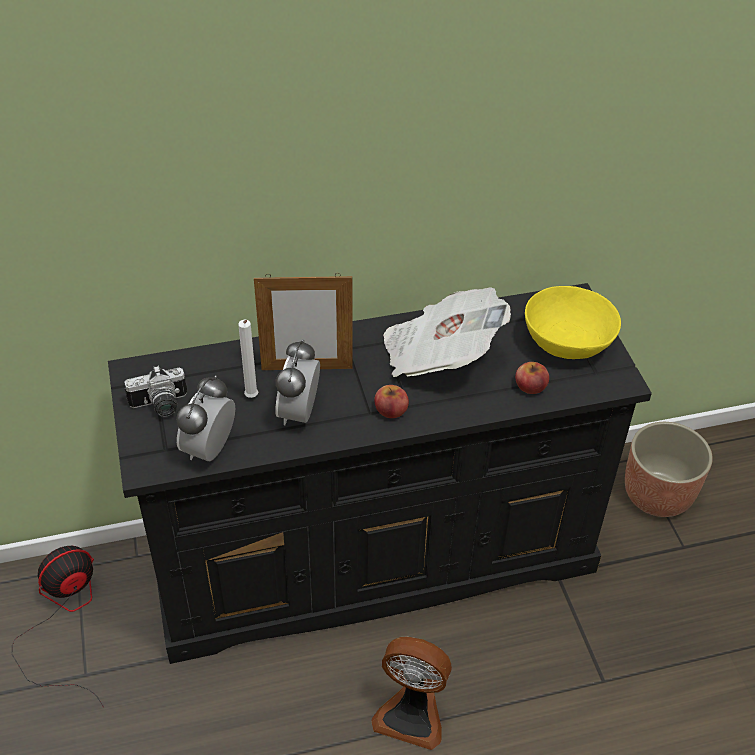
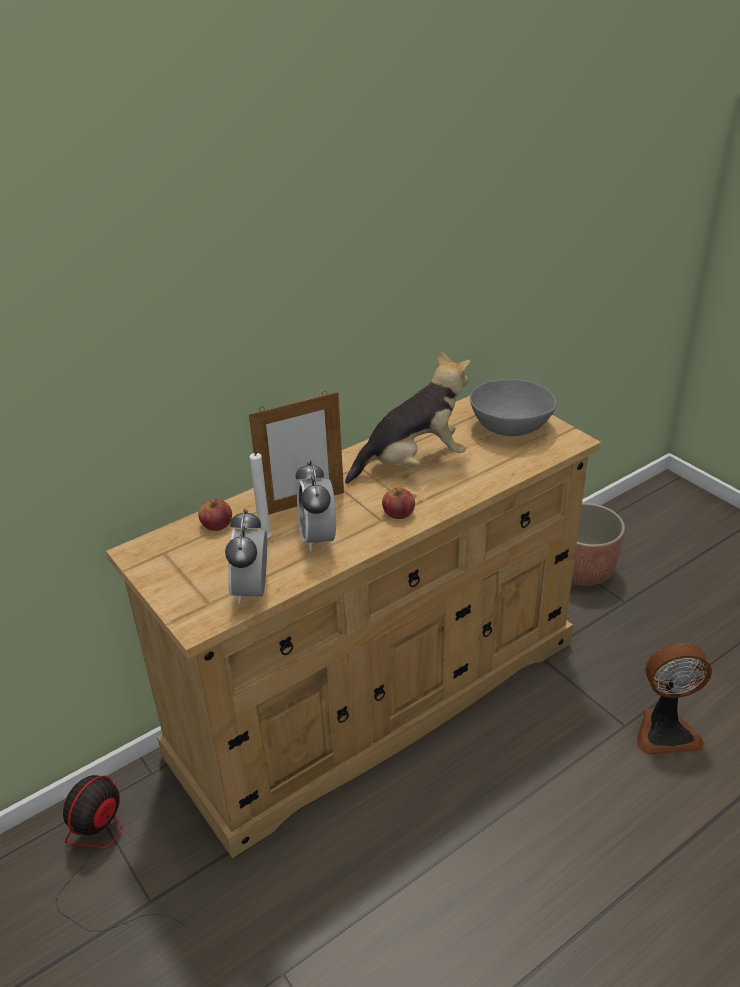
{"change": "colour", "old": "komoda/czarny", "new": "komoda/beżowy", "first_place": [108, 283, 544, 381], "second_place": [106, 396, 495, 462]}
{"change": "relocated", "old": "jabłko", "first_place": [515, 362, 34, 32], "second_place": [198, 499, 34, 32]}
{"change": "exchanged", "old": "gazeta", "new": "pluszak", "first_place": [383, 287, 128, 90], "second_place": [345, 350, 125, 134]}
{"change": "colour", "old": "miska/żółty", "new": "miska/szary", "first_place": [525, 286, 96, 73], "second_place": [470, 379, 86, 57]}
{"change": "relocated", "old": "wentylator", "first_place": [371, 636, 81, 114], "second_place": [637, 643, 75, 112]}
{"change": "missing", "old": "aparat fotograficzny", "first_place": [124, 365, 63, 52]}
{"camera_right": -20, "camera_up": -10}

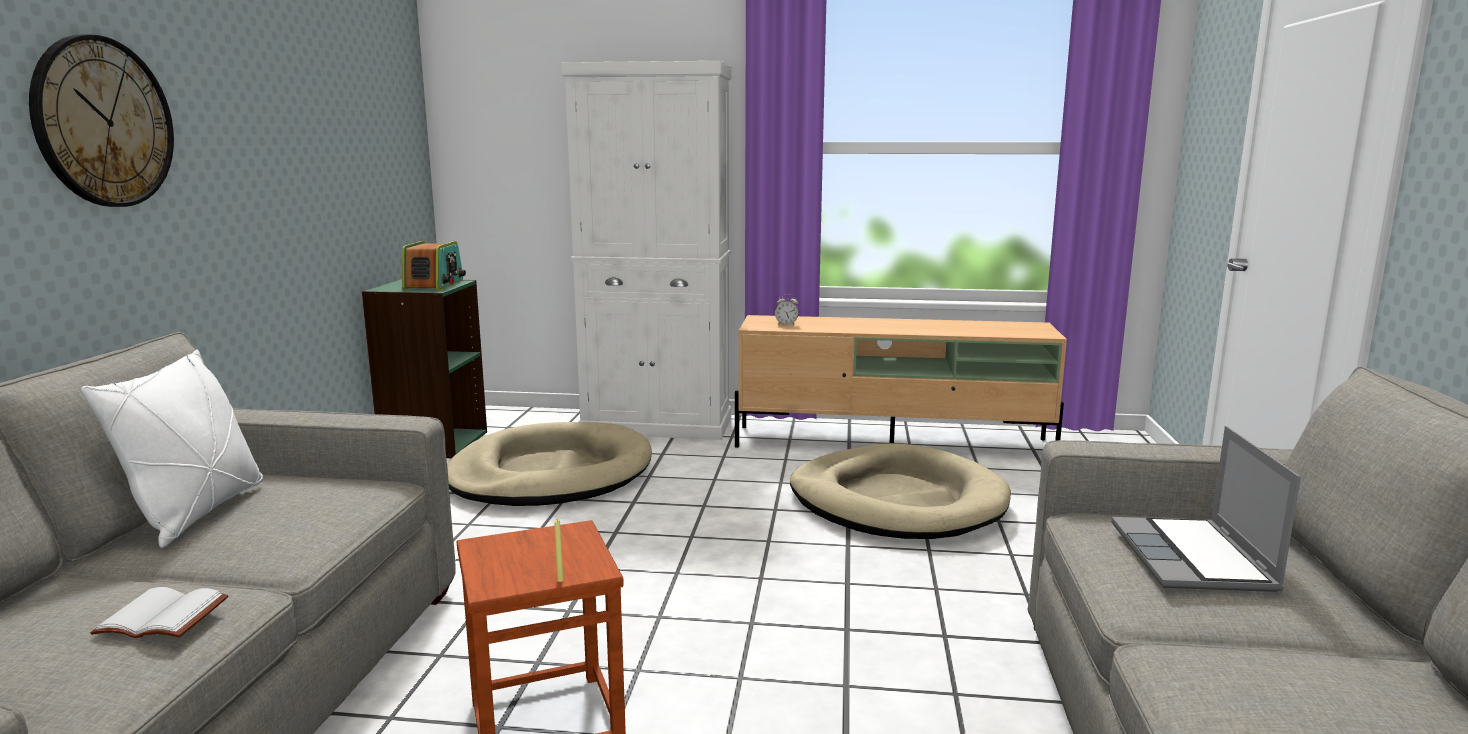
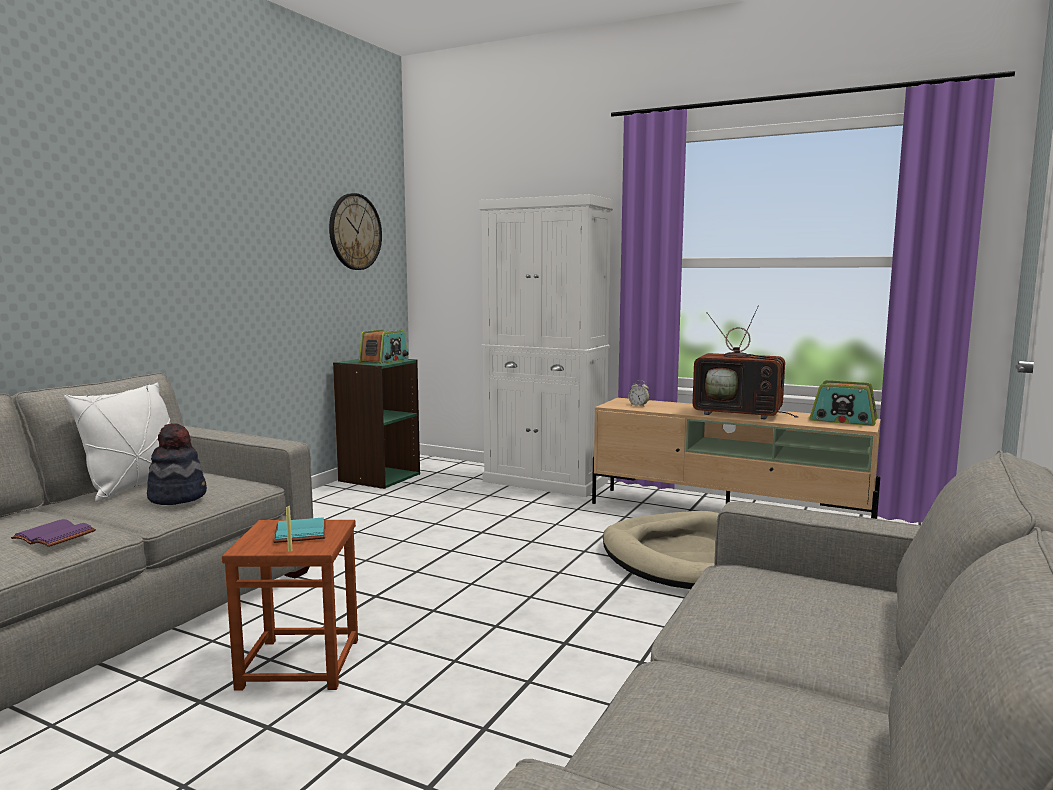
{"change": "colour", "old": "książka/biały", "new": "książka/fioletowy", "first_place": [90, 587, 139, 51], "second_place": [11, 519, 85, 28]}
{"change": "appeared", "new": "kapelusz", "second_place": [147, 423, 60, 82]}
{"change": "appeared", "new": "książka/turkusowy", "second_place": [274, 517, 52, 26]}
{"change": "relocated", "old": "zegar ścienny", "first_place": [29, 34, 145, 173], "second_place": [329, 193, 53, 77]}
{"change": "appeared", "new": "telewizor", "second_place": [692, 306, 106, 114]}
{"change": "appeared", "new": "radio", "second_place": [810, 380, 67, 46]}
{"change": "missing", "old": "legowisko/beżowy", "first_place": [447, 422, 205, 84]}
{"change": "missing", "old": "laptop", "first_place": [1111, 426, 190, 166]}
{"camera_right": 20, "camera_up": -5}

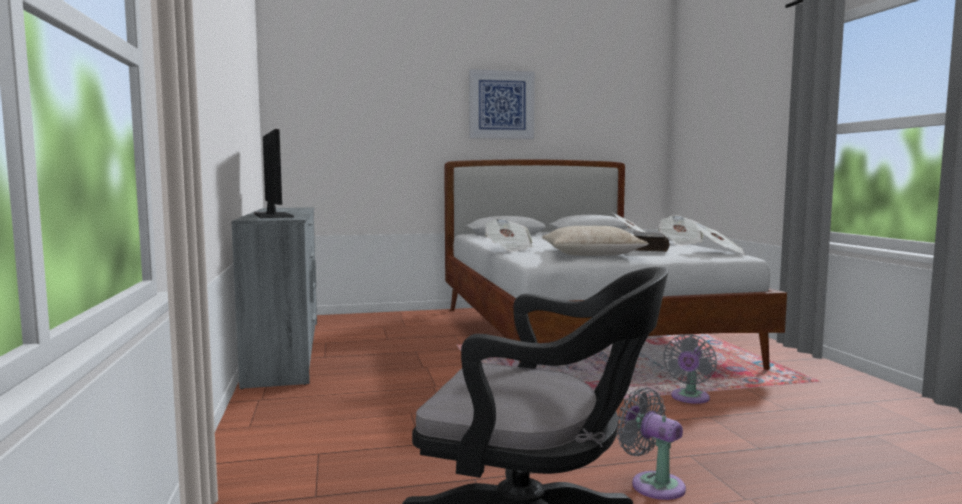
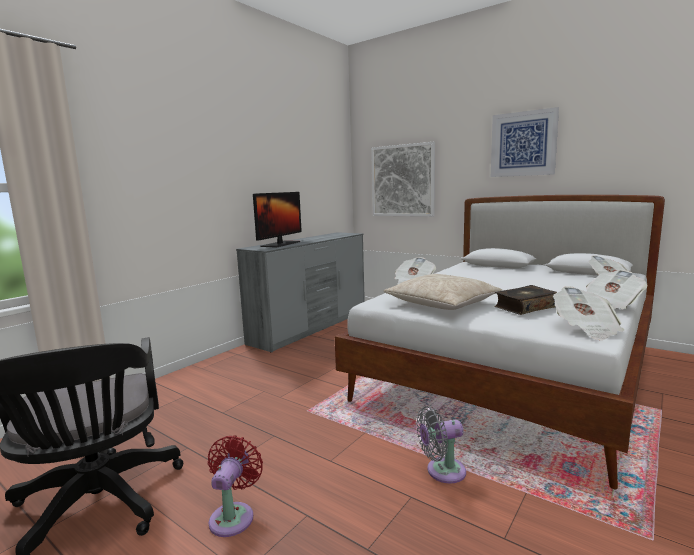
{"change": "colour", "old": "wentylator/szary", "new": "wentylator/czerwony", "first_place": [616, 388, 70, 112], "second_place": [207, 435, 56, 102]}
{"change": "appeared", "new": "obraz", "second_place": [371, 142, 64, 75]}
{"camera_right": 50, "camera_up": 5}

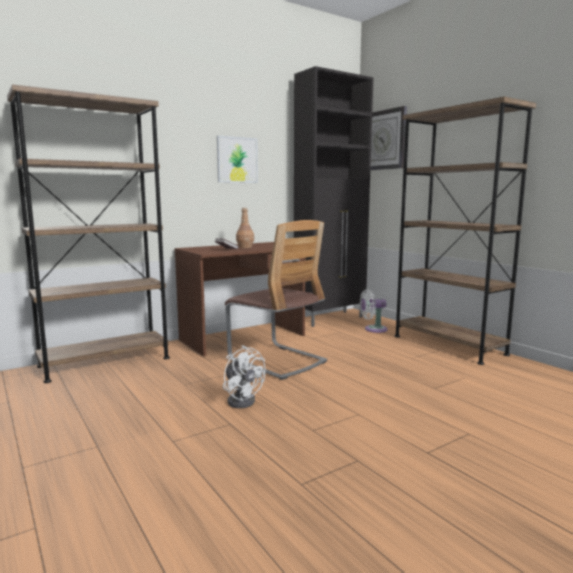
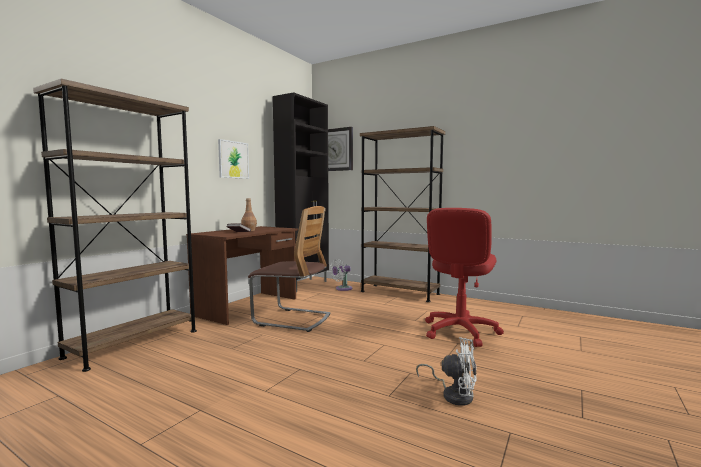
{"change": "relocated", "old": "wentylator/biały", "first_place": [223, 345, 43, 63], "second_place": [416, 337, 61, 69]}
{"change": "appeared", "new": "krzesło biurowe/czerwony", "second_place": [425, 208, 79, 139]}
{"camera_right": -25, "camera_up": -5}

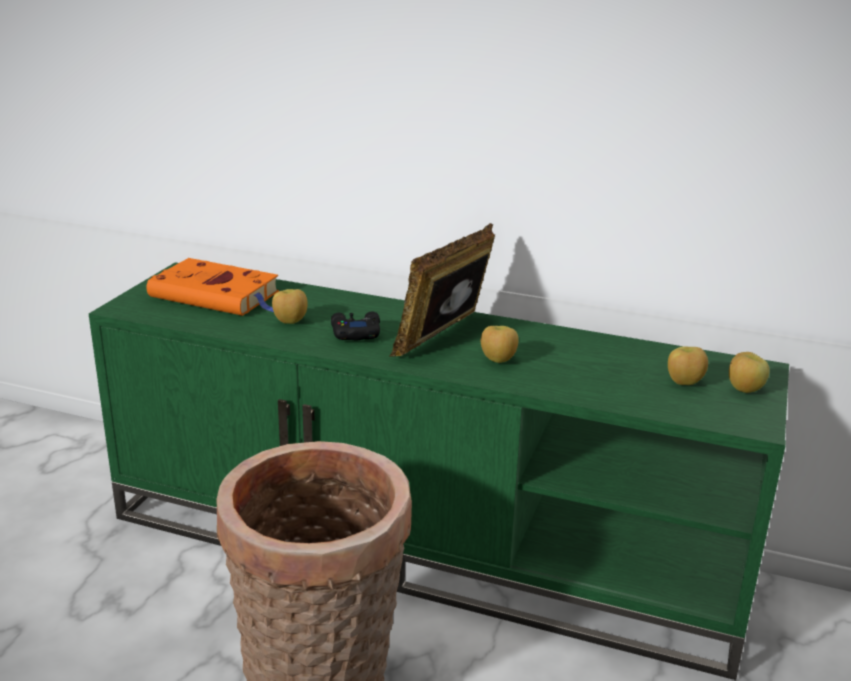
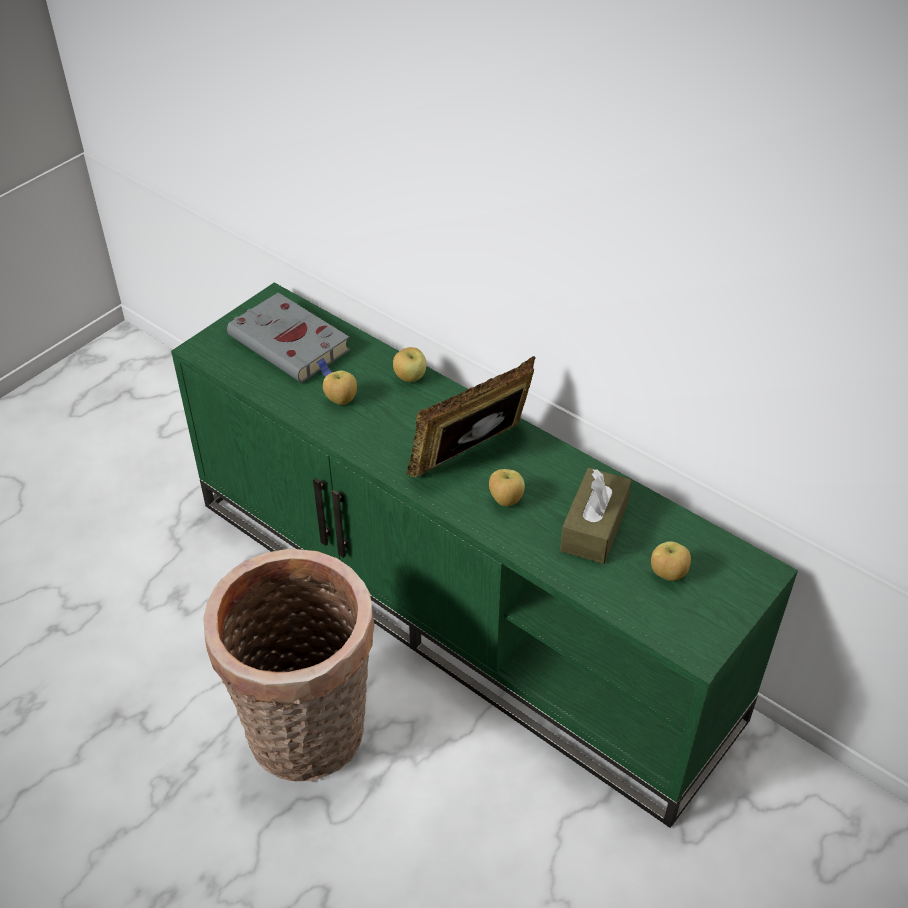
{"change": "colour", "old": "książka/pomarańczowy", "new": "książka/szary", "first_place": [147, 258, 132, 58], "second_place": [227, 293, 123, 90]}
{"change": "relocated", "old": "jabłko", "first_place": [729, 352, 41, 41], "second_place": [393, 347, 33, 35]}
{"change": "appeared", "new": "pudełko chusteczek/brązowy", "second_place": [560, 468, 72, 96]}
{"change": "missing", "old": "pad do gier/czarny", "first_place": [331, 312, 49, 28]}
{"camera_right": 20, "camera_up": 20}

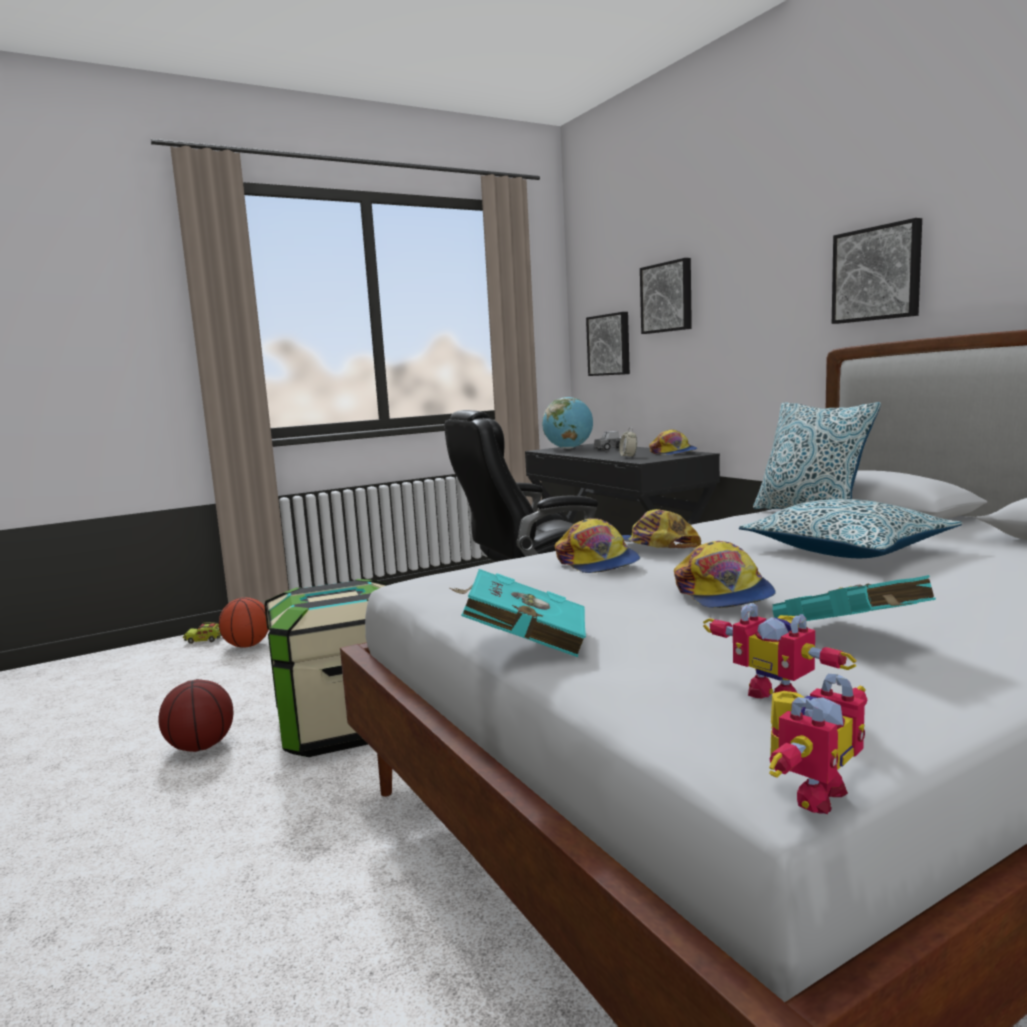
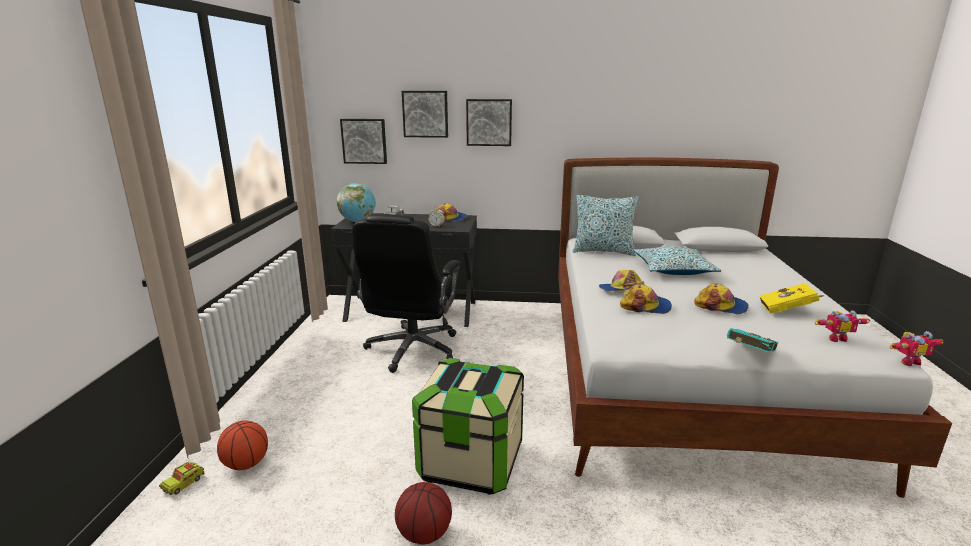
{"change": "relocated", "old": "obraz", "first_place": [832, 218, 90, 106], "second_place": [466, 99, 46, 47]}
{"change": "colour", "old": "książka/turkusowy", "new": "książka/żółty", "first_place": [772, 575, 164, 46], "second_place": [759, 283, 65, 31]}
{"change": "spun", "old": "robot zabawkowy", "first_place": [769, 674, 99, 140], "second_place": [889, 331, 55, 35], "degrees": 90}
{"camera_right": -55, "camera_up": 10}

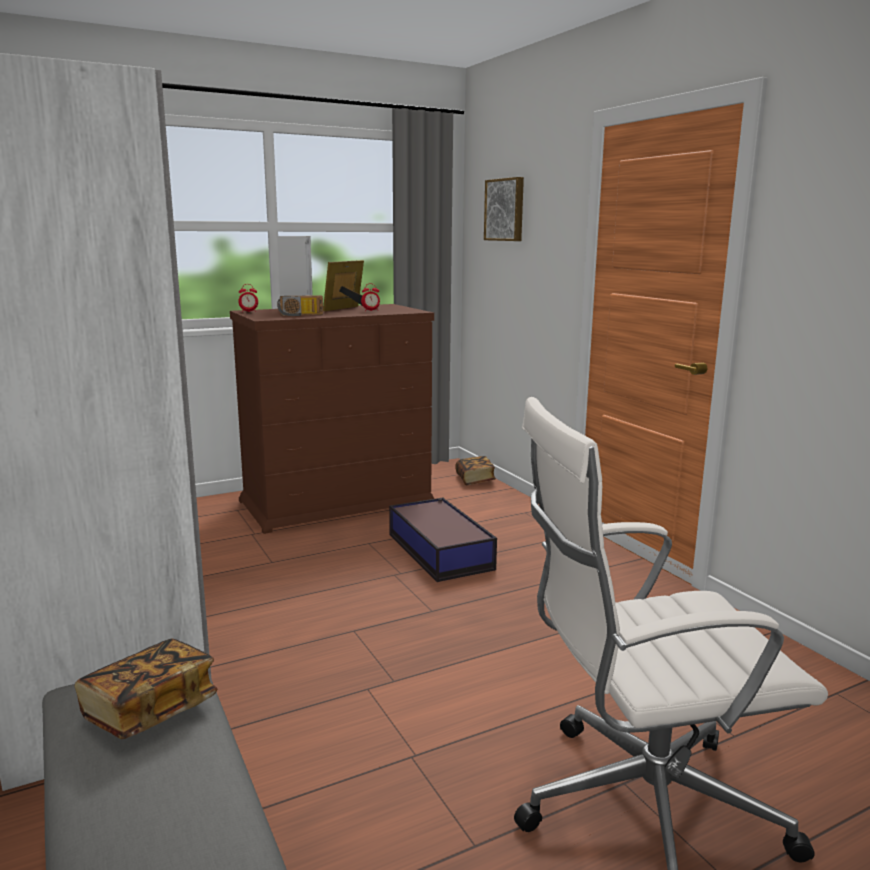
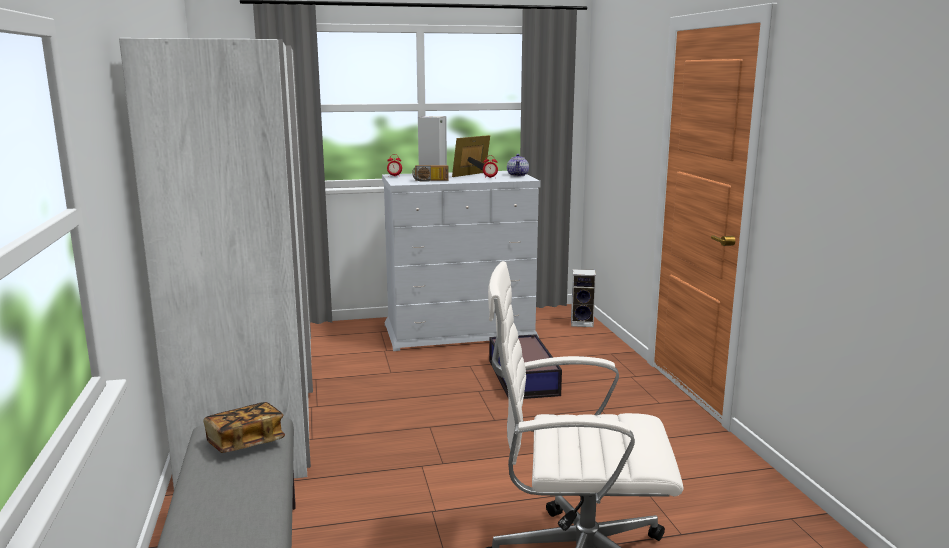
{"change": "colour", "old": "komoda/brązowy", "new": "komoda/biały", "first_place": [230, 304, 204, 230], "second_place": [382, 171, 159, 180]}
{"change": "appeared", "new": "imbryk", "second_place": [507, 154, 22, 22]}
{"change": "exchanged", "old": "książka", "new": "głośnik", "first_place": [455, 456, 41, 29], "second_place": [571, 269, 25, 58]}
{"change": "missing", "old": "obraz", "first_place": [484, 177, 40, 64]}
{"camera_right": 15, "camera_up": 0}

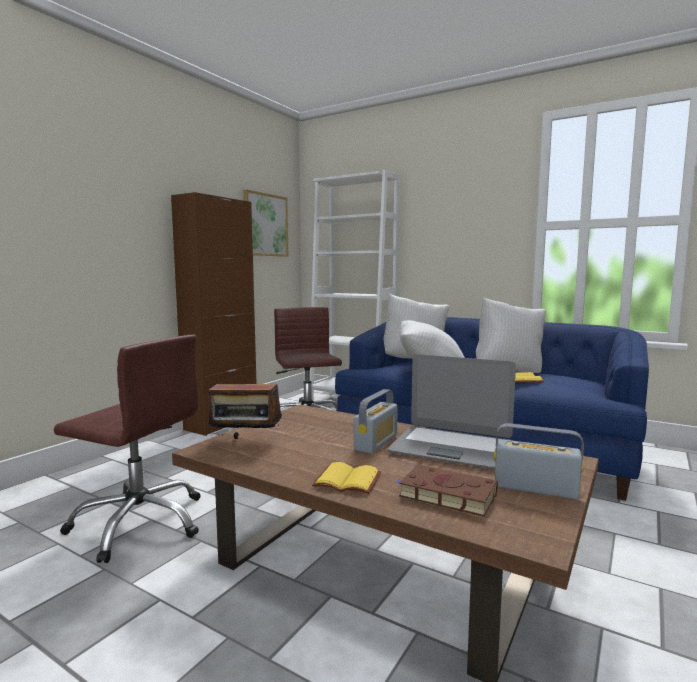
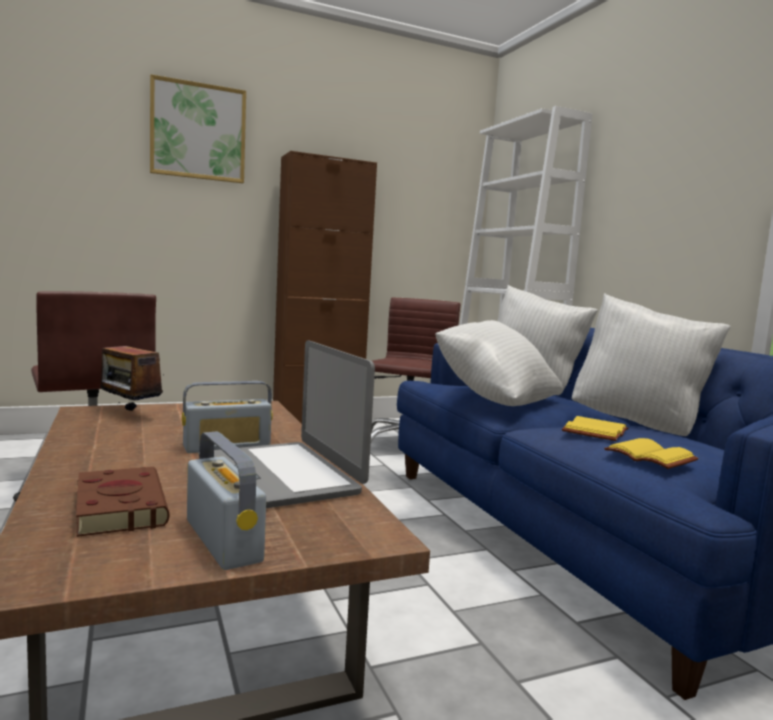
{"change": "relocated", "old": "obraz", "first_place": [243, 189, 45, 68], "second_place": [150, 74, 96, 109]}
{"change": "relocated", "old": "książka/żółty", "first_place": [312, 462, 69, 32], "second_place": [604, 438, 95, 31]}
{"camera_right": 35, "camera_up": 0}

